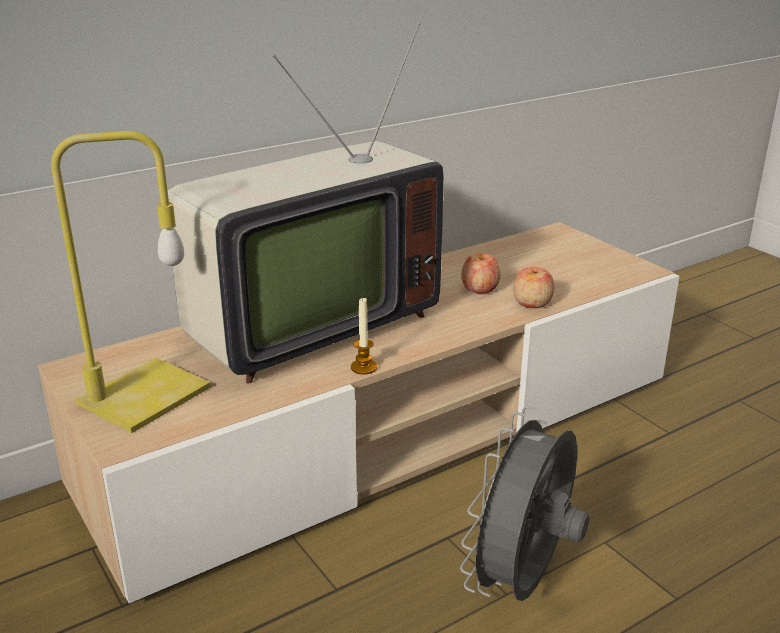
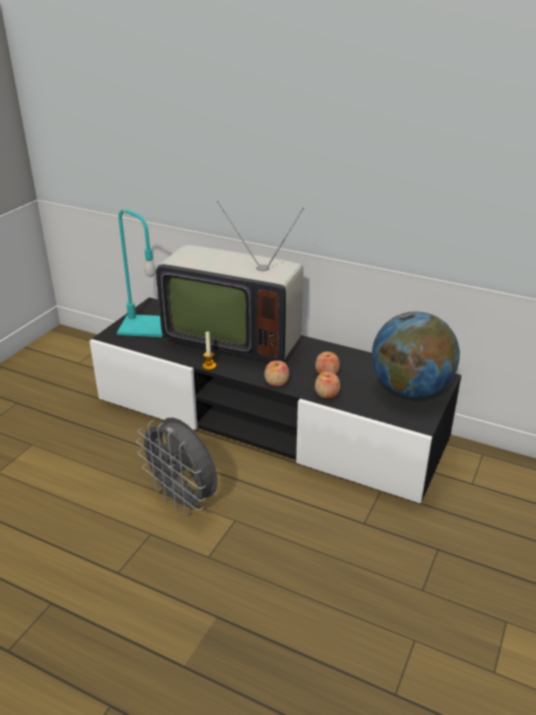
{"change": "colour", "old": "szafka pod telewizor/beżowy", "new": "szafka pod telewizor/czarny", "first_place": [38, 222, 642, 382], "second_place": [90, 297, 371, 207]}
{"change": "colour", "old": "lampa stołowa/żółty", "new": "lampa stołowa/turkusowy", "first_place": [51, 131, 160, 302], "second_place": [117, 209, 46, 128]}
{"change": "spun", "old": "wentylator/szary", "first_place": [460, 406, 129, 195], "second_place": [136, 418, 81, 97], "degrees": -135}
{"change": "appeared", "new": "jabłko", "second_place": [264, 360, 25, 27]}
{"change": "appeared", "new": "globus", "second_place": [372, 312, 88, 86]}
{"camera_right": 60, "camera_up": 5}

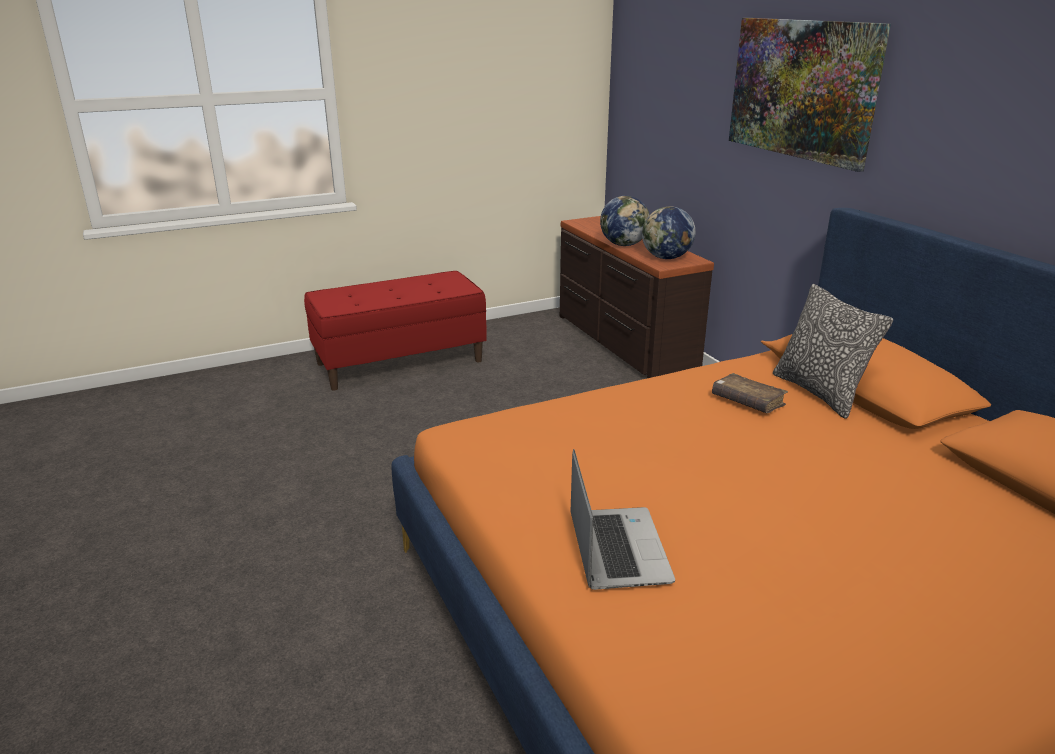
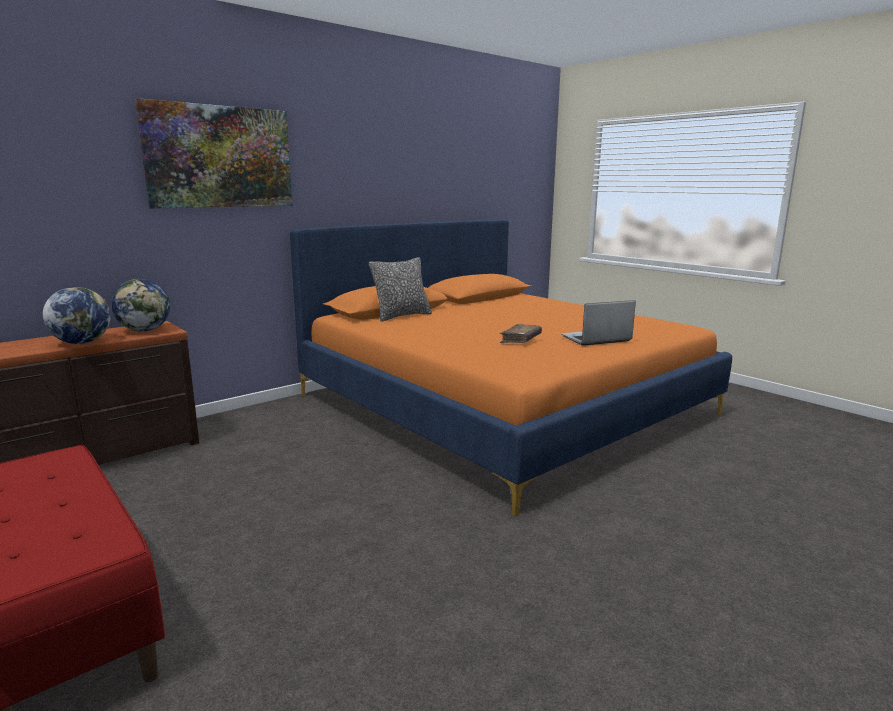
{"change": "relocated", "old": "książka/brązowy", "first_place": [712, 373, 76, 40], "second_place": [500, 324, 42, 19]}
{"camera_right": -105, "camera_up": -10}

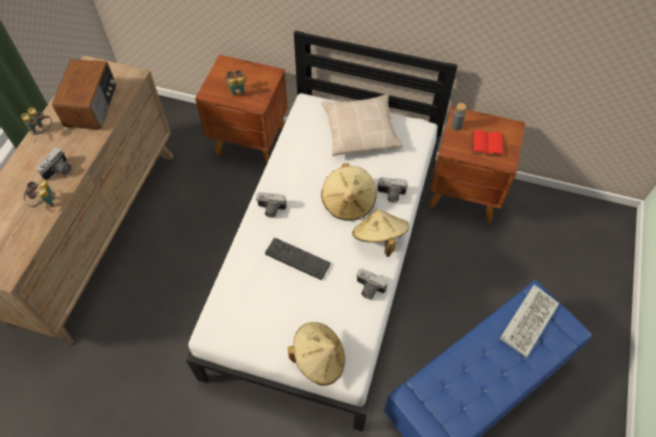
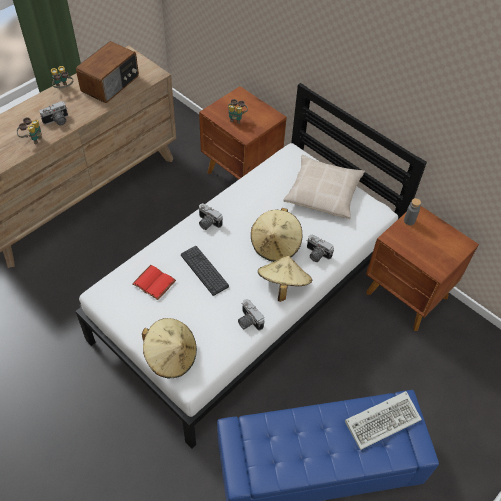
{"change": "relocated", "old": "książka/czerwony", "first_place": [472, 130, 32, 26], "second_place": [132, 265, 44, 35]}
{"camera_right": 25, "camera_up": -5}

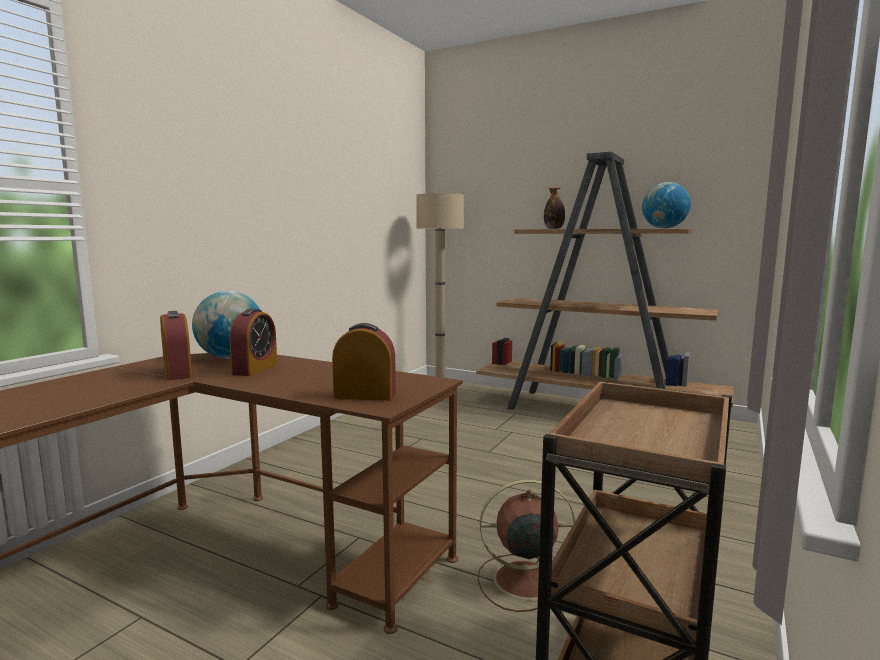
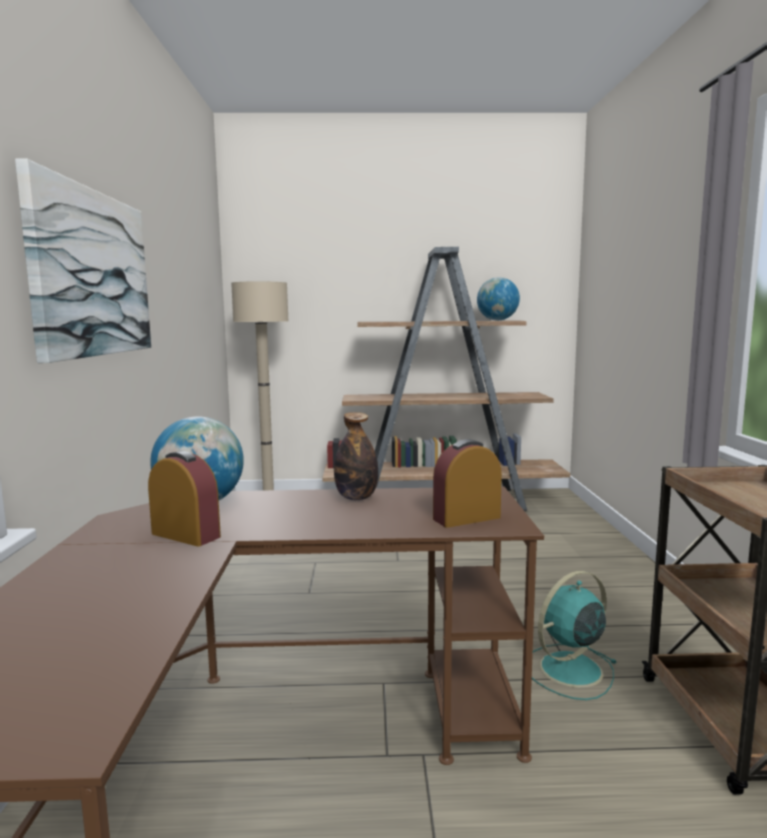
{"change": "appeared", "new": "obraz", "second_place": [15, 159, 136, 204]}
{"change": "relocated", "old": "butelka", "first_place": [544, 187, 21, 42], "second_place": [334, 412, 44, 88]}
{"change": "colour", "old": "wentylator/brązowy", "new": "wentylator/turkusowy", "first_place": [478, 479, 97, 133], "second_place": [532, 571, 85, 129]}
{"change": "missing", "old": "budzik", "first_place": [230, 309, 47, 67]}
{"camera_right": -30, "camera_up": 0}

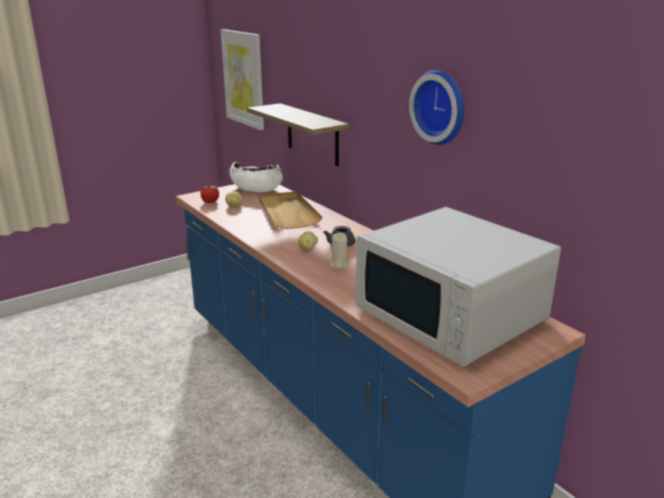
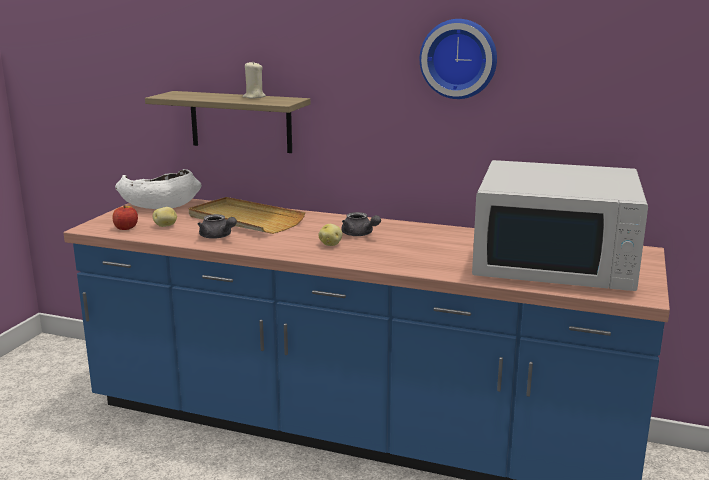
{"change": "appeared", "new": "imbryk/szary", "second_place": [198, 214, 39, 25]}
{"change": "relocated", "old": "świeca/beżowy", "first_place": [329, 233, 20, 36], "second_place": [242, 62, 24, 37]}
{"change": "missing", "old": "obraz", "first_place": [221, 29, 43, 101]}
{"camera_right": -35, "camera_up": -5}

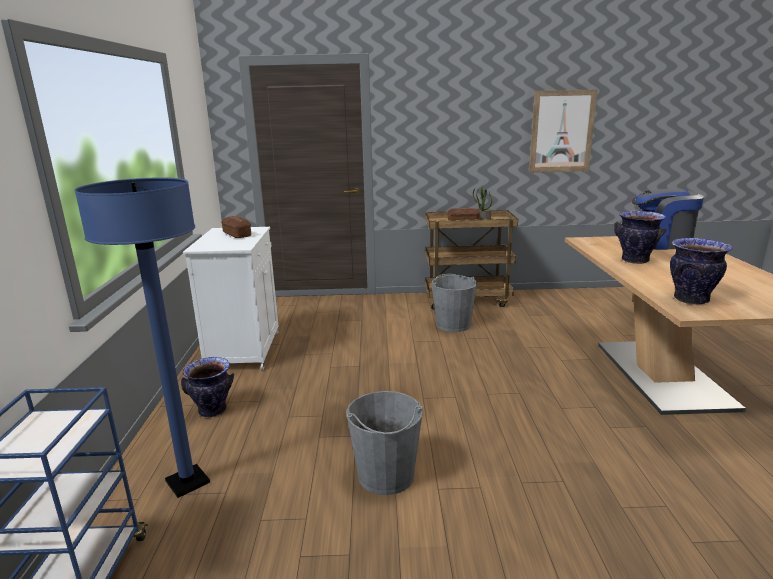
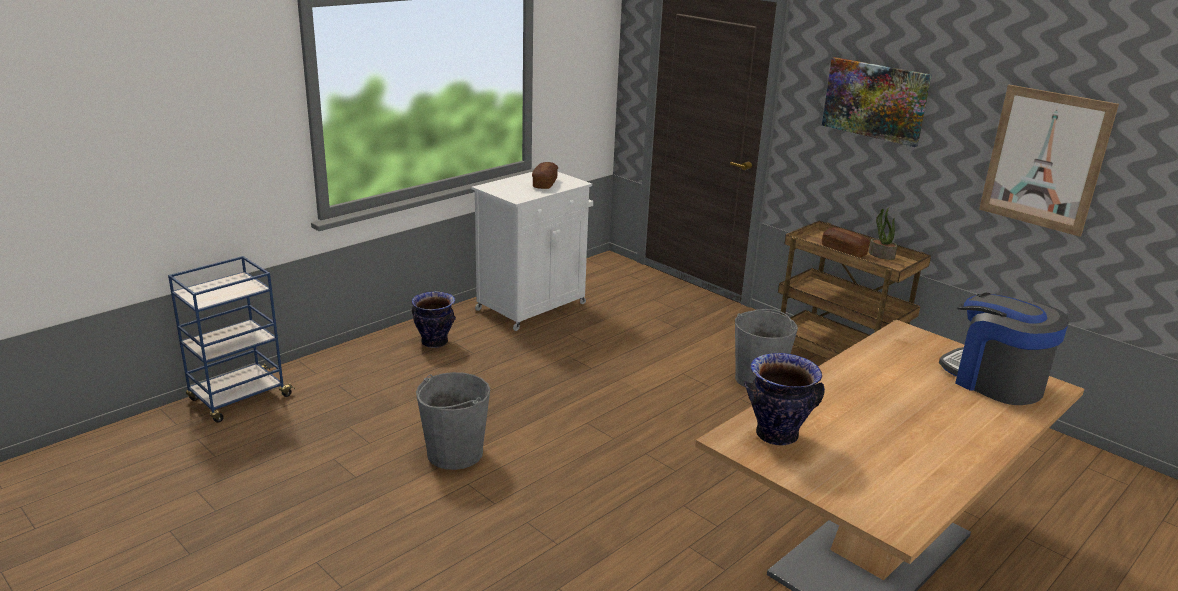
{"change": "appeared", "new": "obraz", "second_place": [822, 57, 110, 90]}
{"change": "missing", "old": "lampa stojąca/niebieski", "first_place": [74, 177, 136, 321]}
{"change": "missing", "old": "wazon", "first_place": [614, 211, 53, 53]}
{"camera_right": 45, "camera_up": 5}

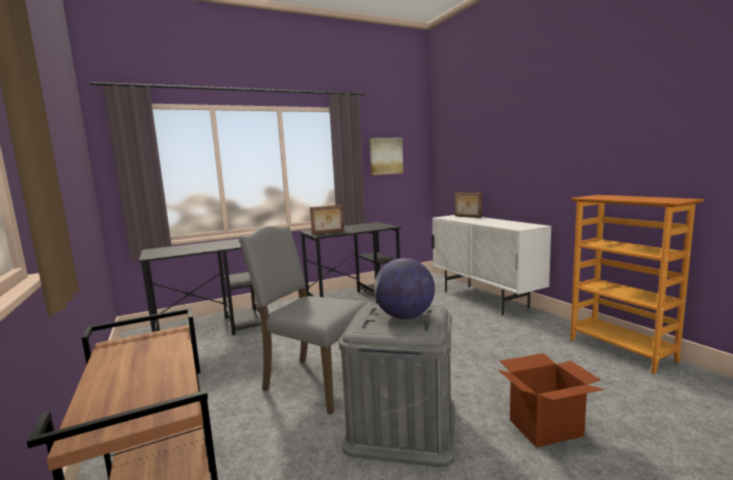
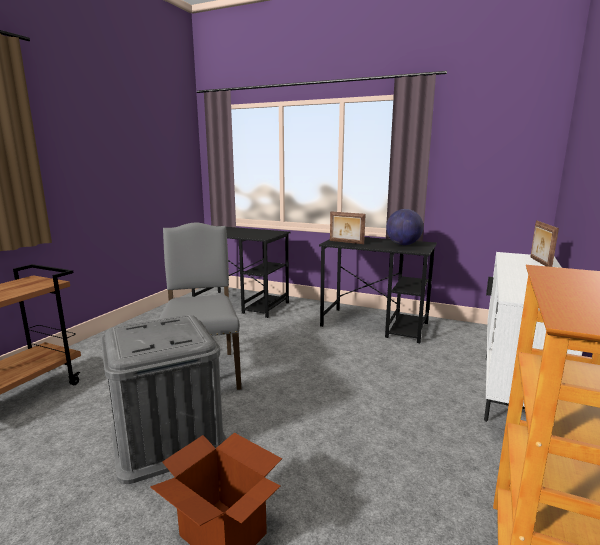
{"change": "relocated", "old": "globus", "first_place": [374, 258, 61, 61], "second_place": [386, 209, 38, 36]}
{"change": "missing", "old": "obraz", "first_place": [369, 138, 34, 37]}
{"camera_right": 50, "camera_up": 5}

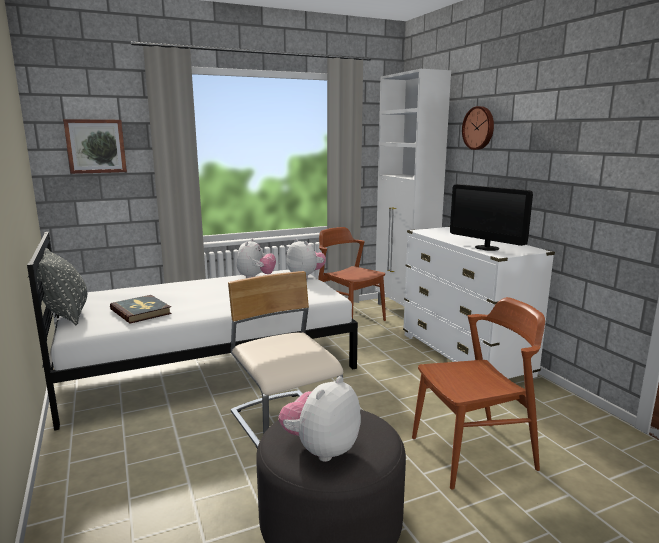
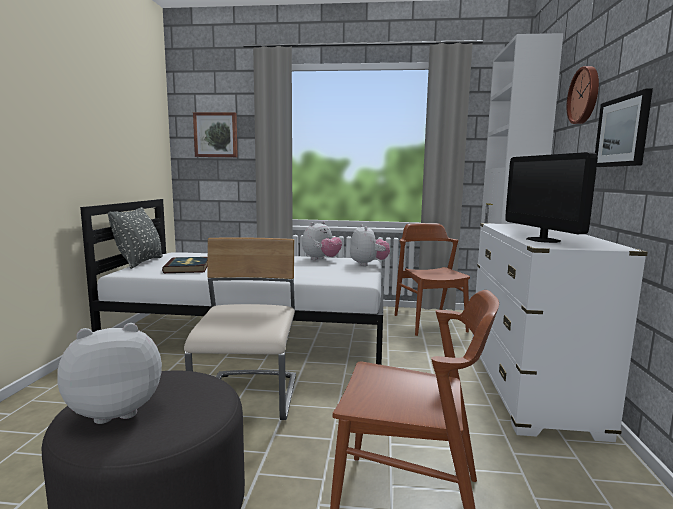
{"change": "appeared", "new": "obraz", "second_place": [595, 89, 58, 78]}
{"camera_right": 30, "camera_up": -5}

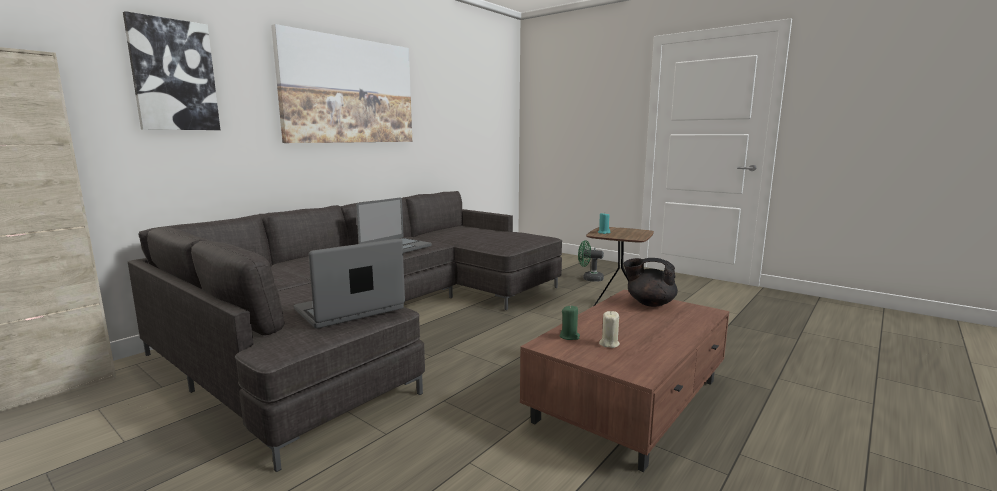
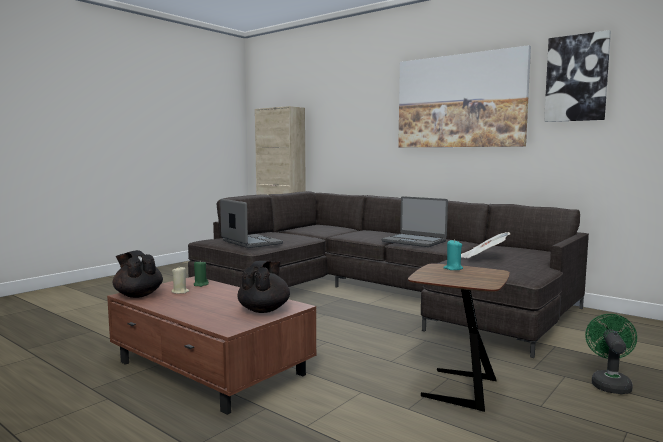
{"change": "appeared", "new": "imbryk/czarny", "second_place": [113, 250, 50, 48]}
{"change": "appeared", "new": "gazeta", "second_place": [461, 232, 49, 26]}
{"change": "relocated", "old": "obraz", "first_place": [123, 11, 97, 119], "second_place": [544, 30, 67, 92]}
{"camera_right": 90, "camera_up": -5}

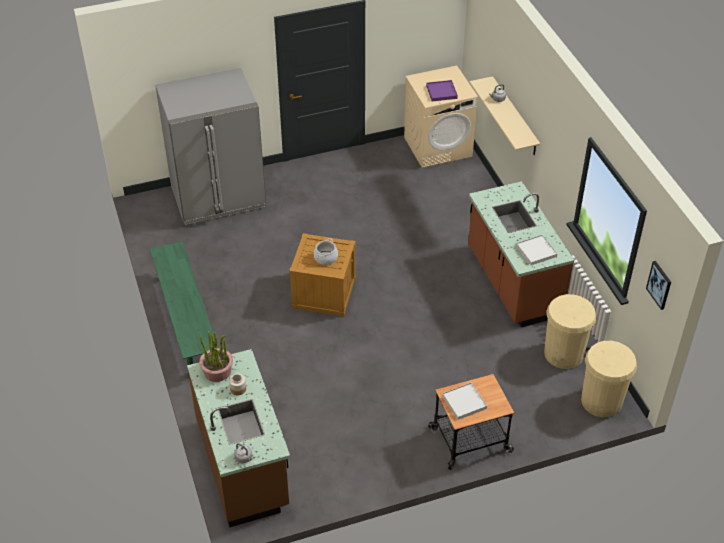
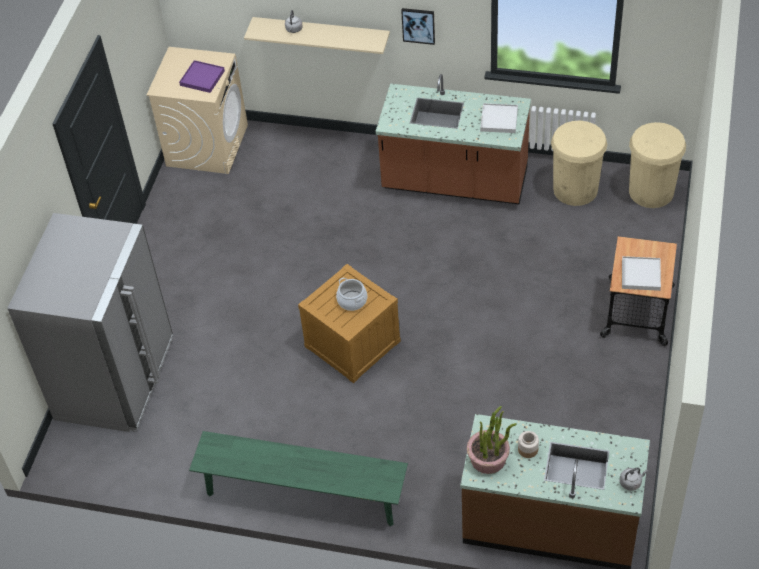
{"change": "relocated", "old": "obraz", "first_place": [646, 261, 25, 49], "second_place": [401, 8, 34, 37]}
{"camera_right": -55, "camera_up": 5}

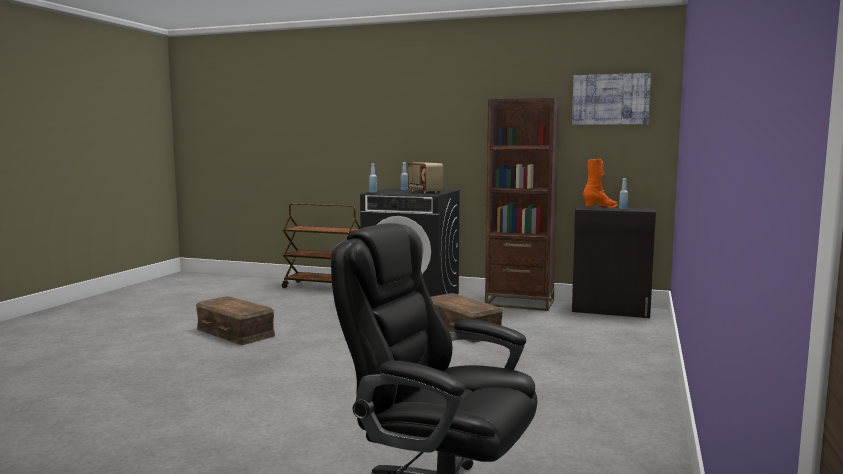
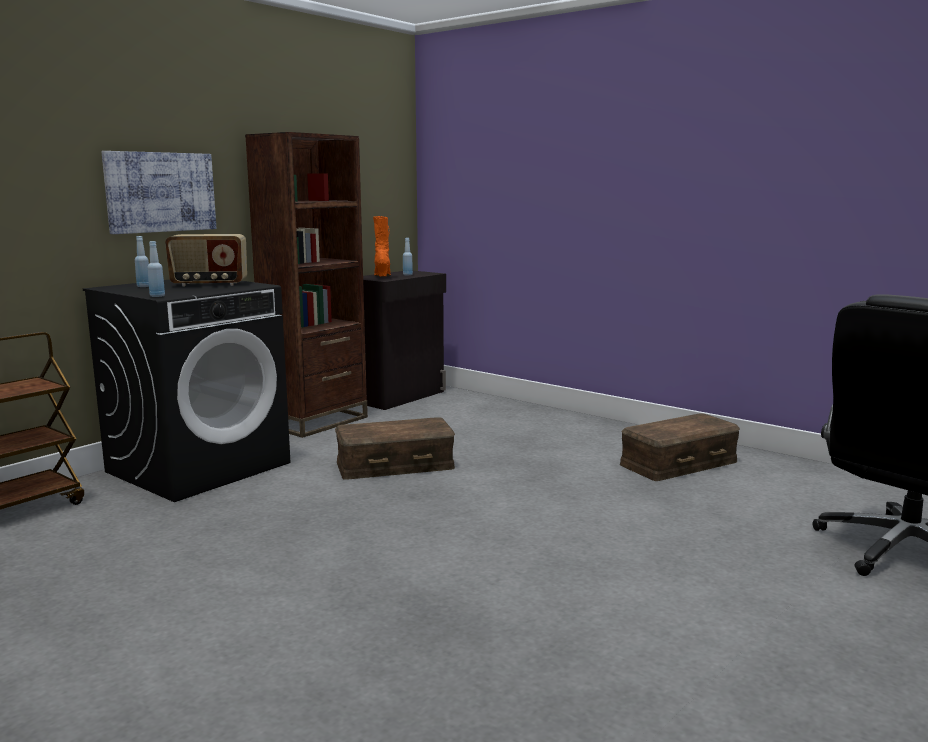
{"change": "relocated", "old": "obraz", "first_place": [572, 73, 79, 52], "second_place": [101, 151, 115, 83]}
{"change": "relocated", "old": "pojemnik do przechowywania/brązowy", "first_place": [196, 296, 79, 49], "second_place": [620, 413, 120, 68]}
{"camera_right": -70, "camera_up": 5}

